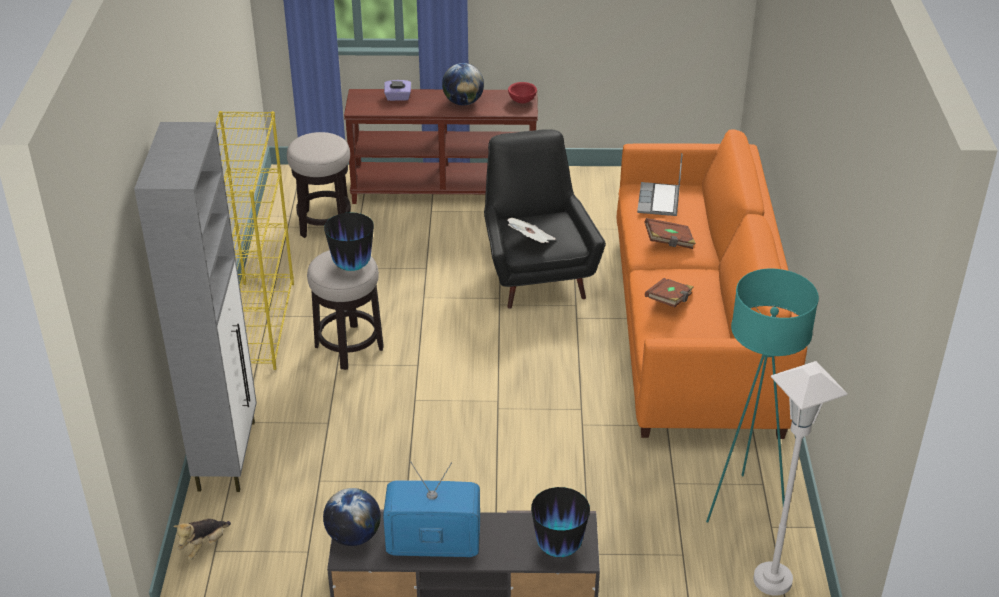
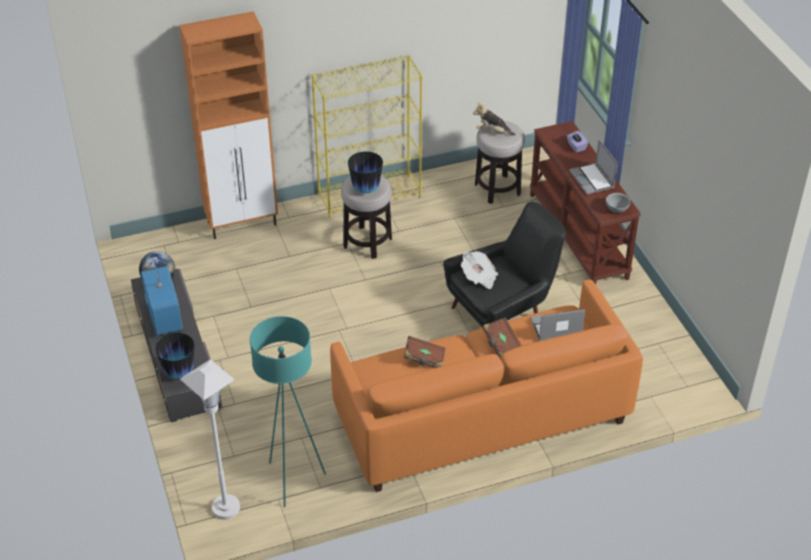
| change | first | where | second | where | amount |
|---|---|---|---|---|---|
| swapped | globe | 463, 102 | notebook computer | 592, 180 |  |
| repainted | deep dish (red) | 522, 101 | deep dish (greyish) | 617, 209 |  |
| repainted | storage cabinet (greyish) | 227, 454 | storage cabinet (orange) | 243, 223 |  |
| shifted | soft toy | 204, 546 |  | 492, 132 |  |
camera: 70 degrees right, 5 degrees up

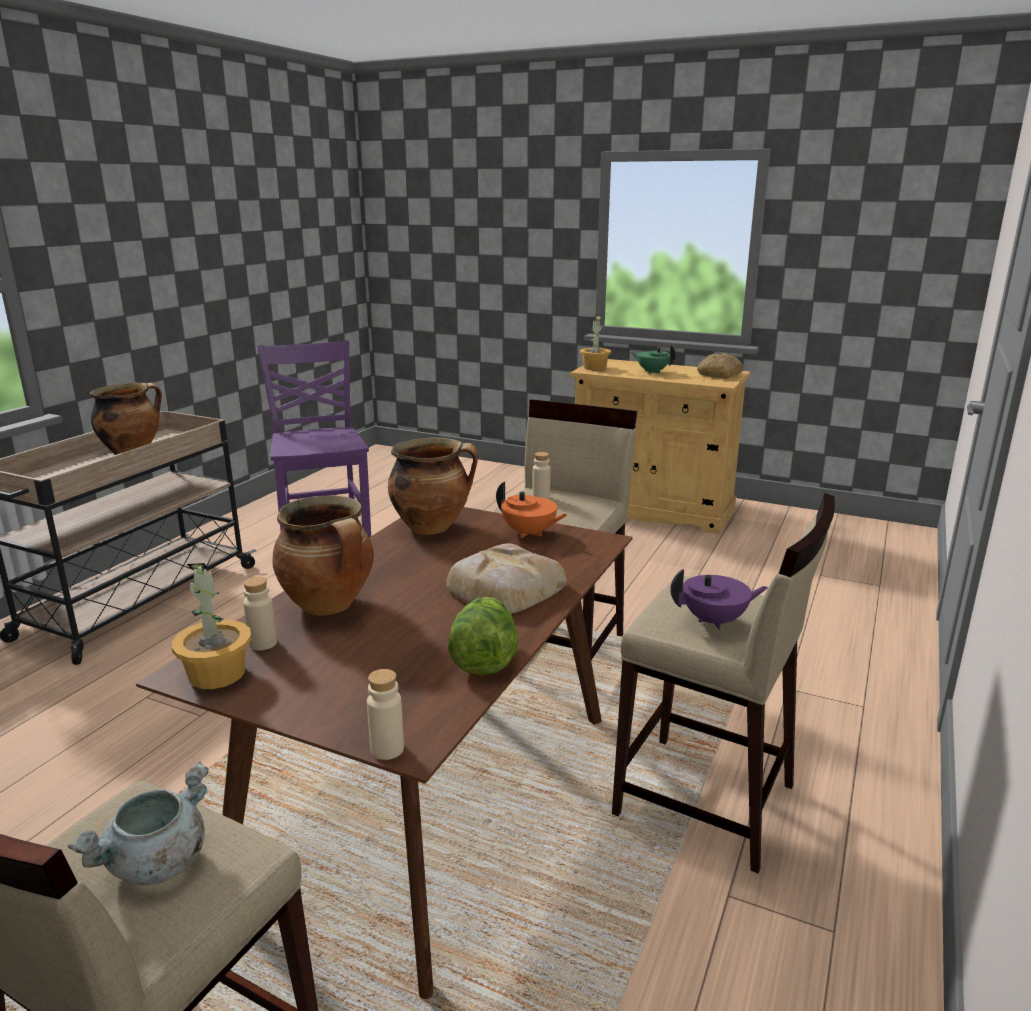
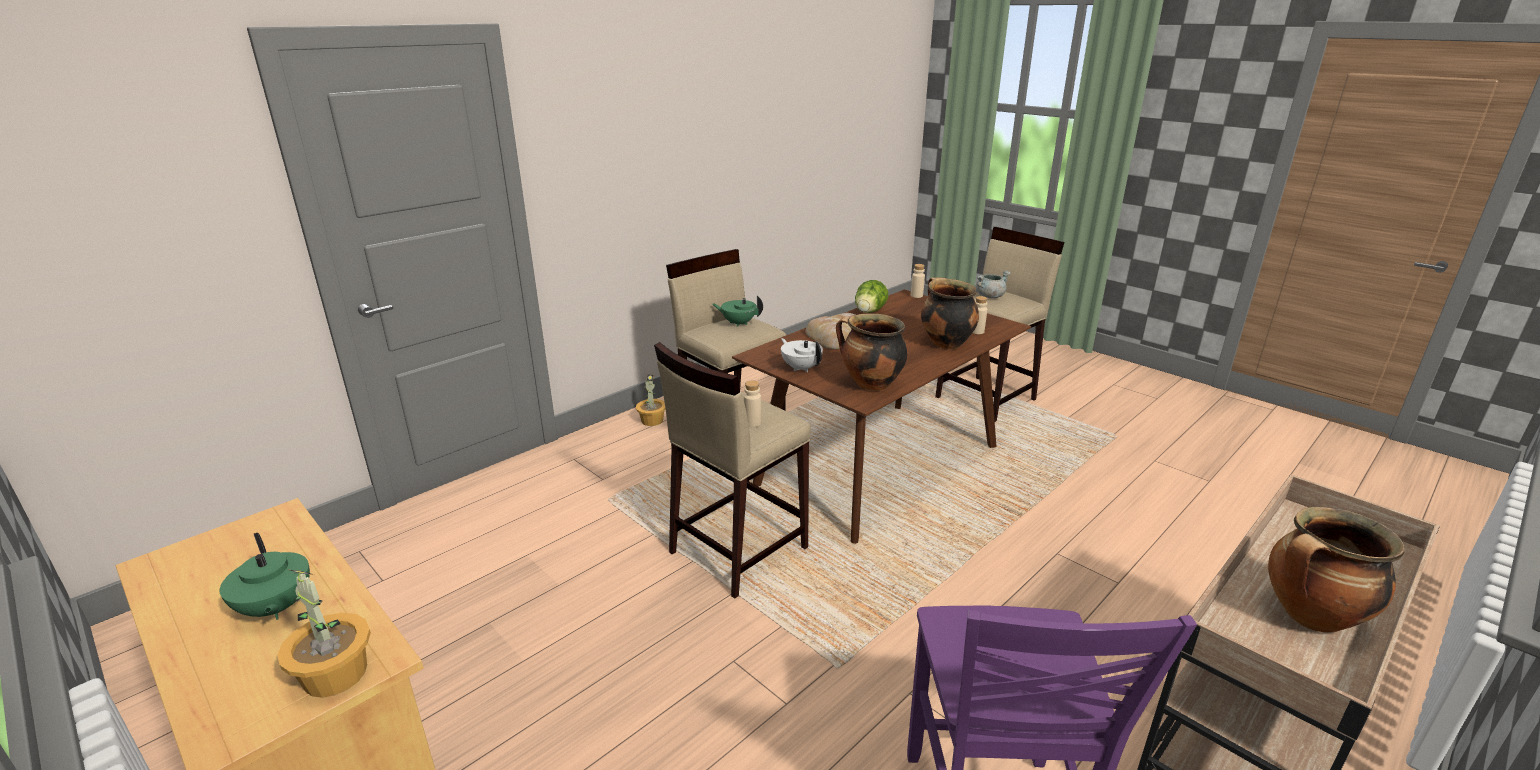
| change | first | where | second | where | amount |
|---|---|---|---|---|---|
| gone | bread | 719, 374 |  |  |  |
| repainted | tea pot (orange) | 529, 533 | tea pot (white) | 801, 368 |  |
| shifted | plant in a pot | 217, 674 |  | 652, 420 |  |
| repainted | tea pot (purple) | 715, 621 | tea pot (green-coloured) | 738, 323 |  |
camera: 160 degrees left, 5 degrees up

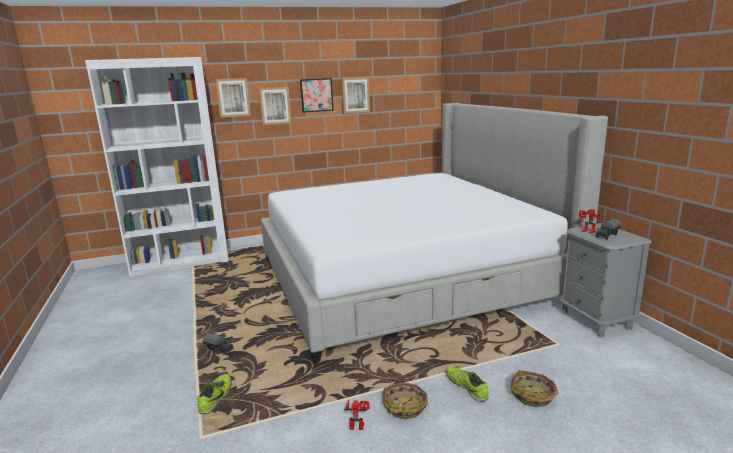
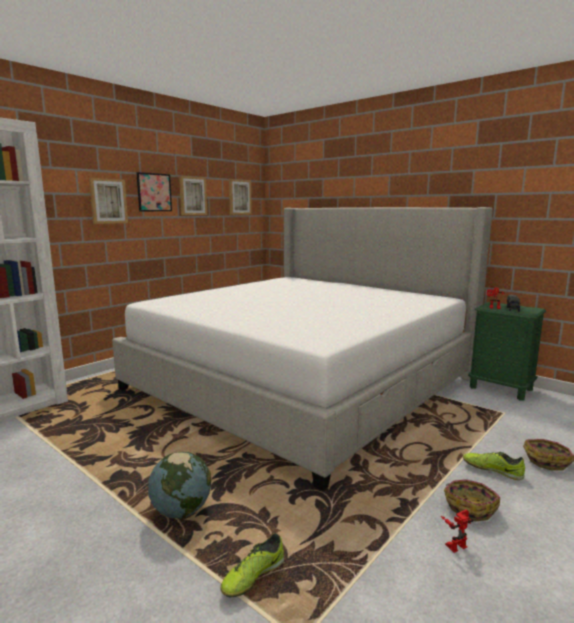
| change | first | where | second | where | amount |
|---|---|---|---|---|---|
| shifted | wall art | 233, 97 |  | 239, 197 |  |
| repainted | bedside table (greyish) | 596, 320 | bedside table (green-coloured) | 501, 388 |  |
| swapped | toy lorry | 219, 349 | globe | 181, 511 |  |
| rotated | item of footwear | 216, 397 |  | 253, 576 | 120 degrees counterclockwise |
camera: 30 degrees left, 5 degrees down

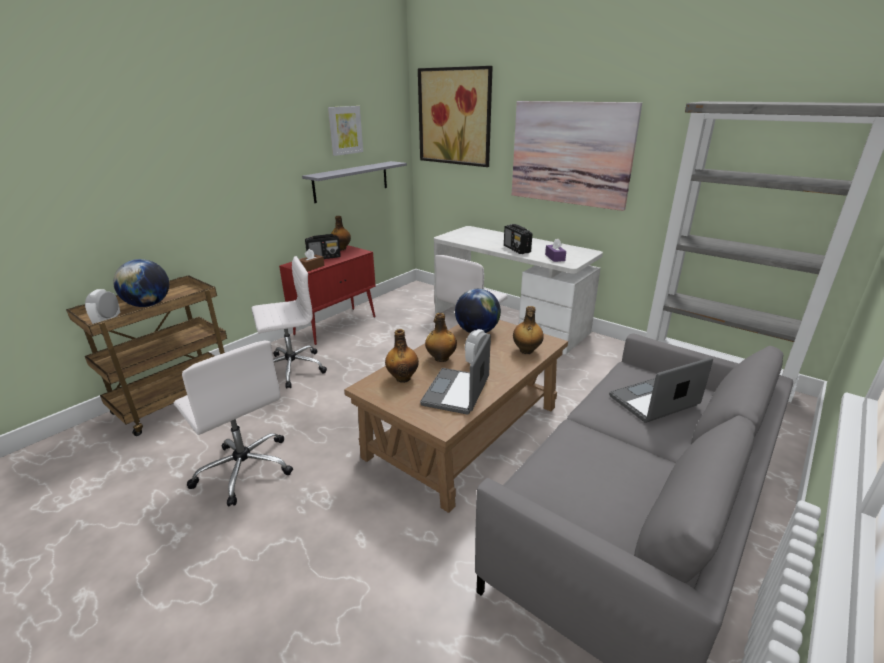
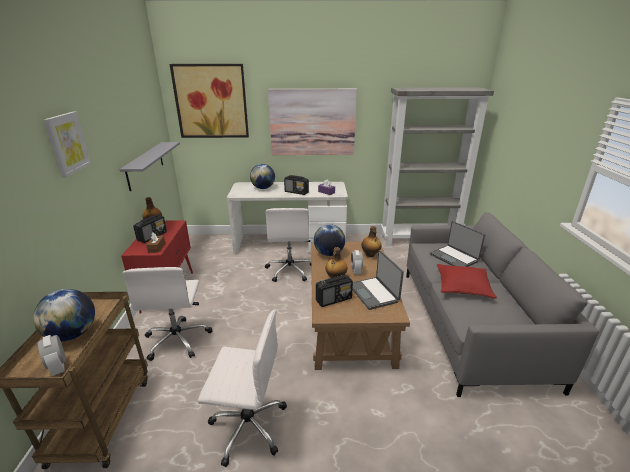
| change | first | where | second | where | amount |
|---|---|---|---|---|---|
| shifted | wall art | 345, 130 |  | 67, 143 |  |
| rotated | computer chair (white) | 291, 368 |  | 178, 339 | 150 degrees clockwise |
| swapped | drink bottle | 403, 378 | radio set | 334, 299 |  |
| rotated | notebook computer | 654, 402 |  | 454, 257 | 60 degrees counterclockwise |
| new |  |  | globe | 263, 188 |  |
| new |  |  | cushion (red) | 463, 286 |  |
camera: 40 degrees left, 0 degrees up

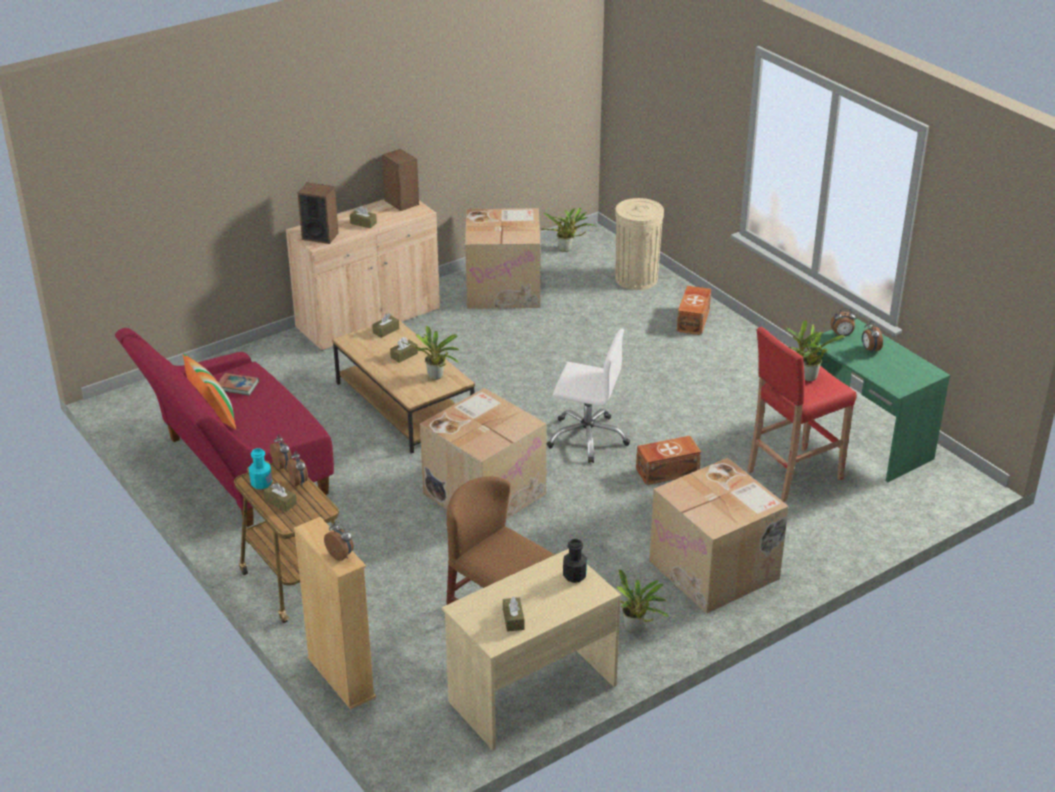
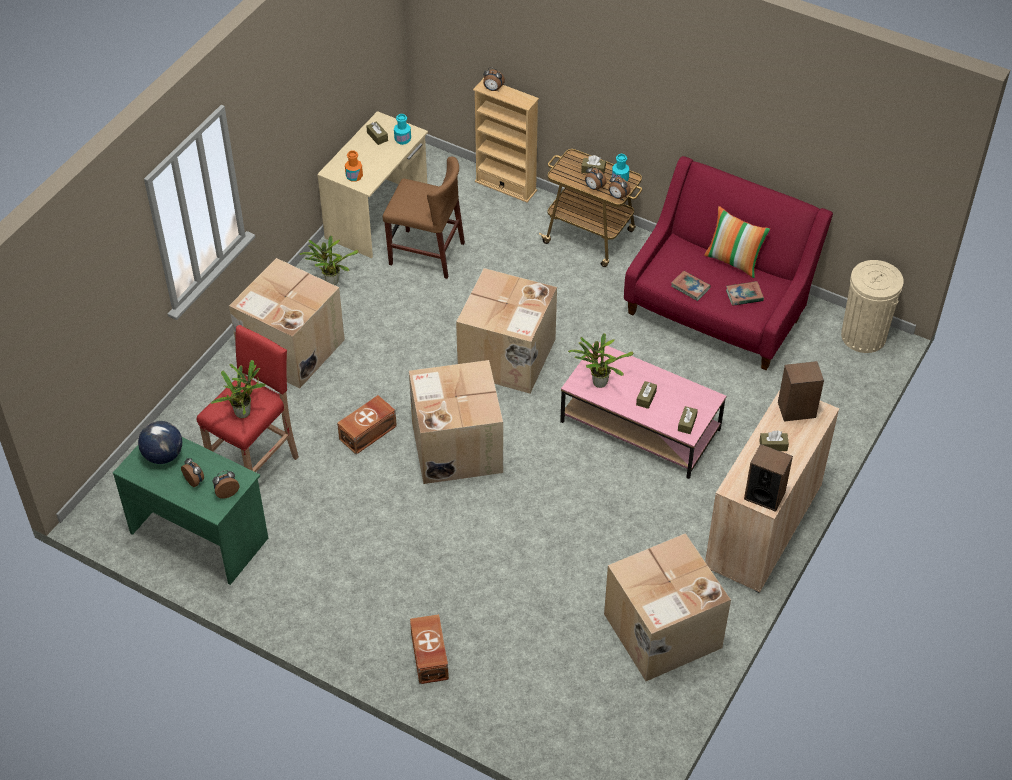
| change | first | where | second | where | amount |
|---|---|---|---|---|---|
| shifted | waste bin (beige-coloured) | 636, 279 |  | 863, 336 |  |
| gone | plant in a pot | 566, 250 |  |  |  |
| repainted | coffee table (brown) | 404, 405 | coffee table (pink-coloured) | 640, 425 |  |
| swapped | computer chair (white) | 587, 438 | packing box | 455, 446 |  |
| repainted | drink bottle (black-coloured) | 574, 576 | drink bottle (orange) | 354, 176 |  |
| new |  |  | drink bottle (blue-green) | 402, 139 |  |
| new |  |  | book | 690, 287 |  |
| new |  |  | globe | 163, 455 |  |
camera: 155 degrees right, 15 degrees up

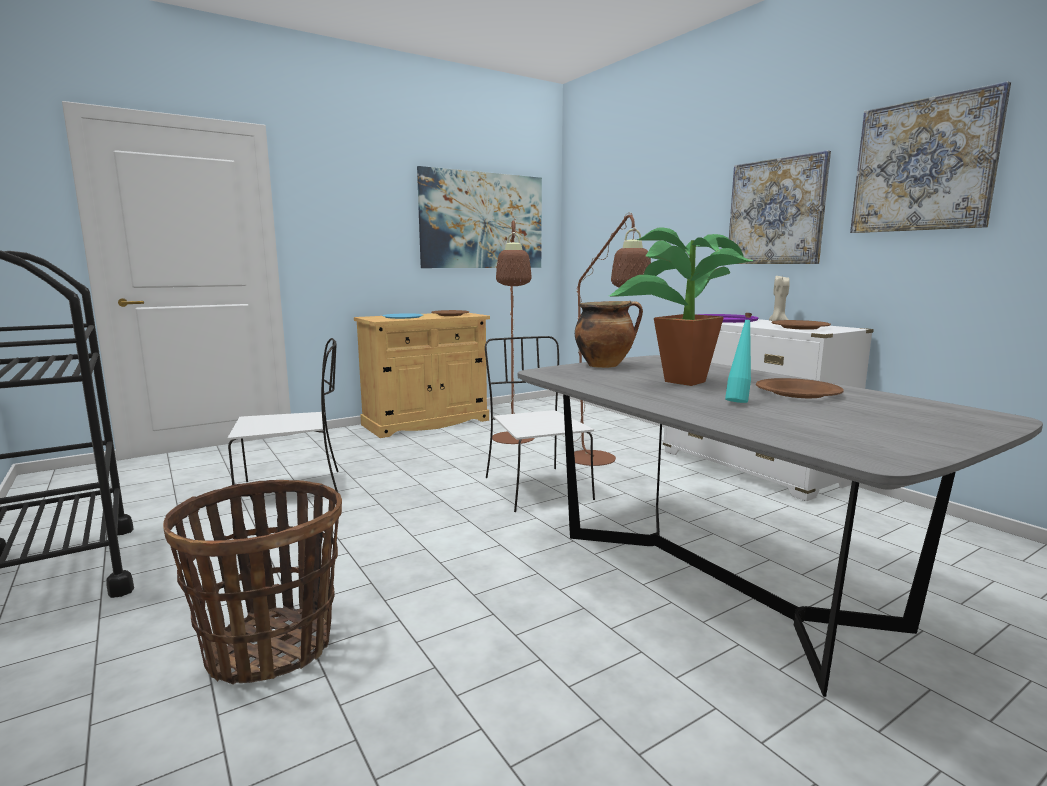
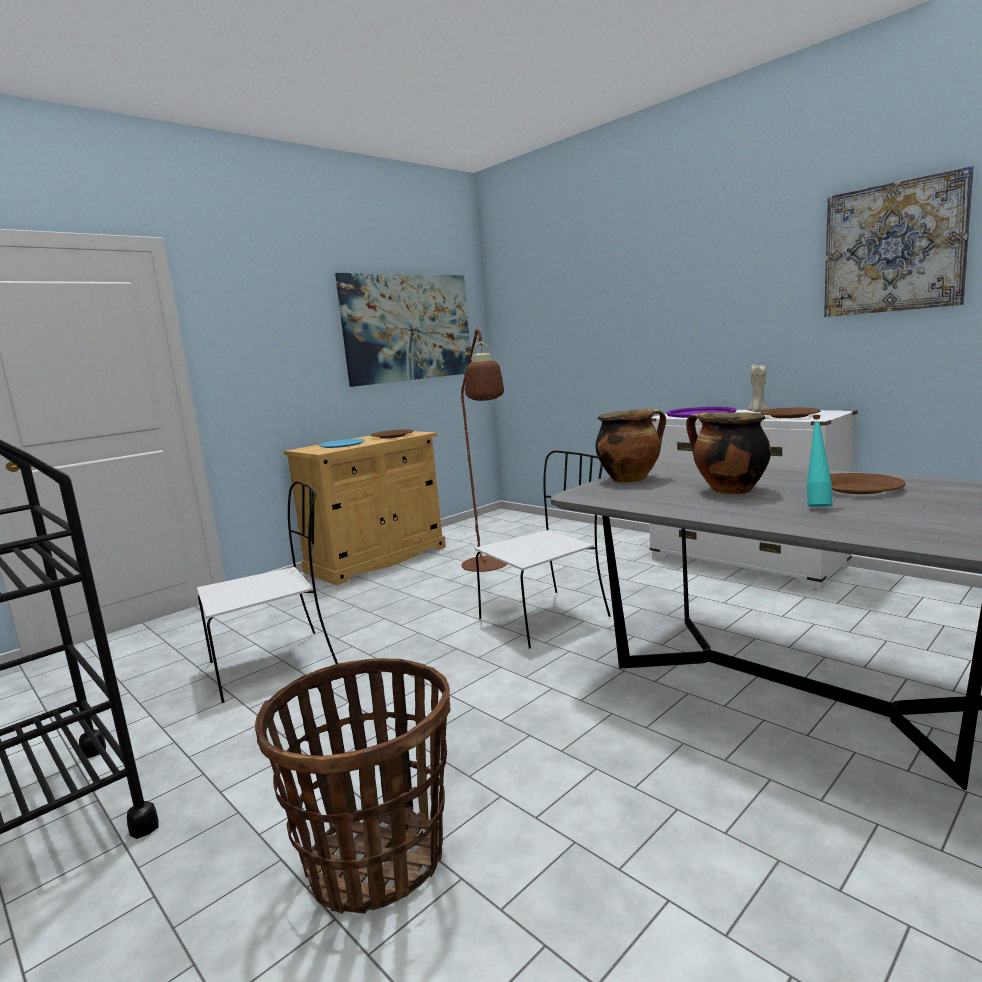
| change | first | where | second | where | amount |
|---|---|---|---|---|---|
| gone | wall art | 776, 212 |  |  |  |
| gone | standard lamp (brown) | 597, 462 |  |  |  |
| swapped | plant in a pot | 677, 382 | saucepot | 728, 490 |  |
| rotated | upright chair (white) | 535, 488 |  | 546, 617 | 90 degrees clockwise |
camera: 10 degrees left, 0 degrees up

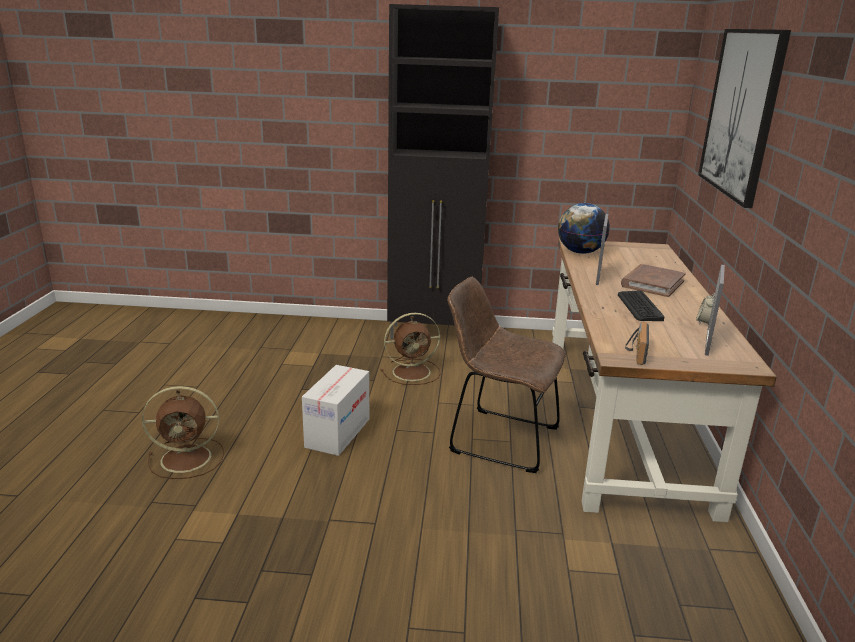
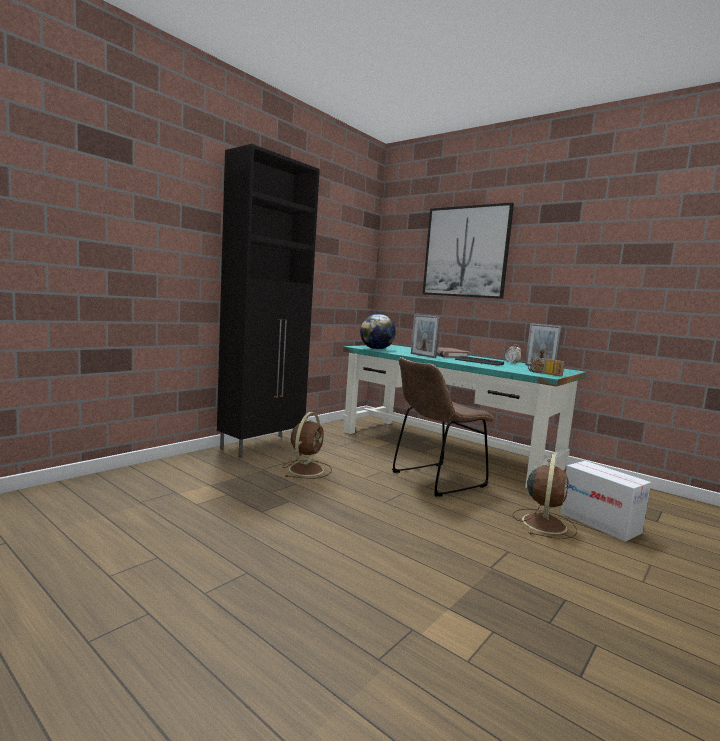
| change | first | where | second | where | amount |
|---|---|---|---|---|---|
| repainted | desk unit (brown) | 622, 418 | desk unit (blue-green) | 447, 449 |  |
| shifted | packing box | 338, 433 |  | 600, 523 |  |
| shifted | fan (brown) | 188, 458 |  | 544, 523 |  |
camera: 55 degrees left, 15 degrees down

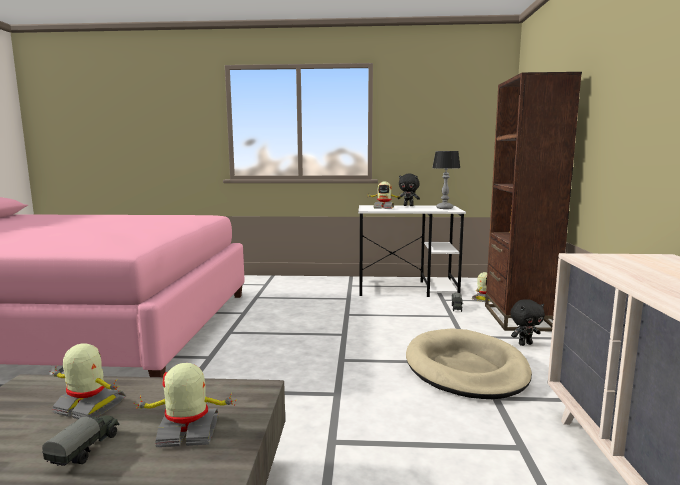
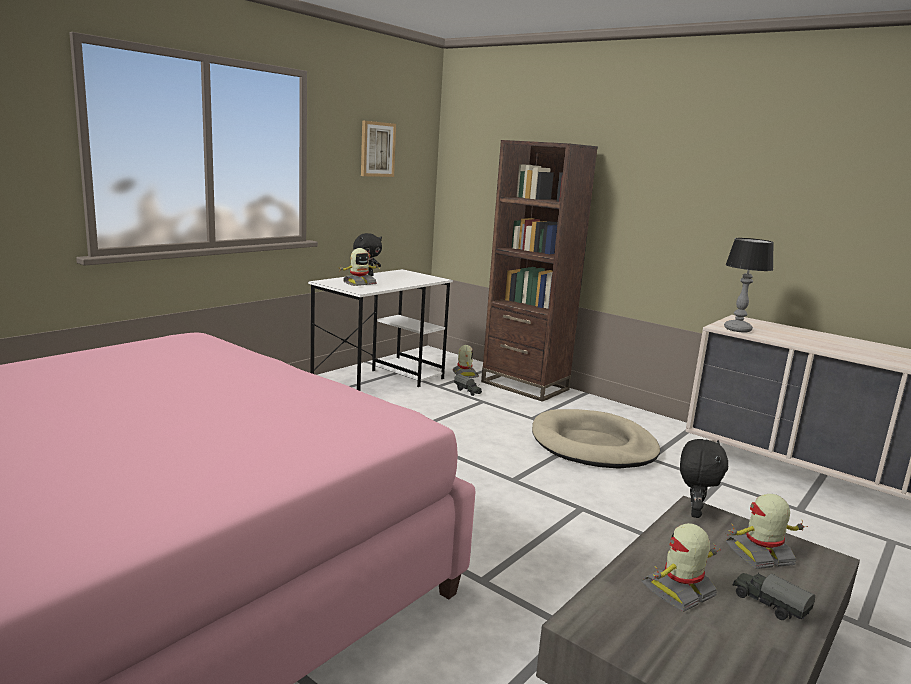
| change | first | where | second | where | amount |
|---|---|---|---|---|---|
| shifted | tabletop lamp | 444, 208 |  | 738, 329 |  |
| shifted | soft toy (black-coloured) | 525, 344 |  | 693, 512 |  |
| rotated | model robot | 188, 433 |  | 760, 556 | 45 degrees clockwise |
| new |  |  | wall art | 377, 149 |  |
camera: 55 degrees left, 5 degrees up

